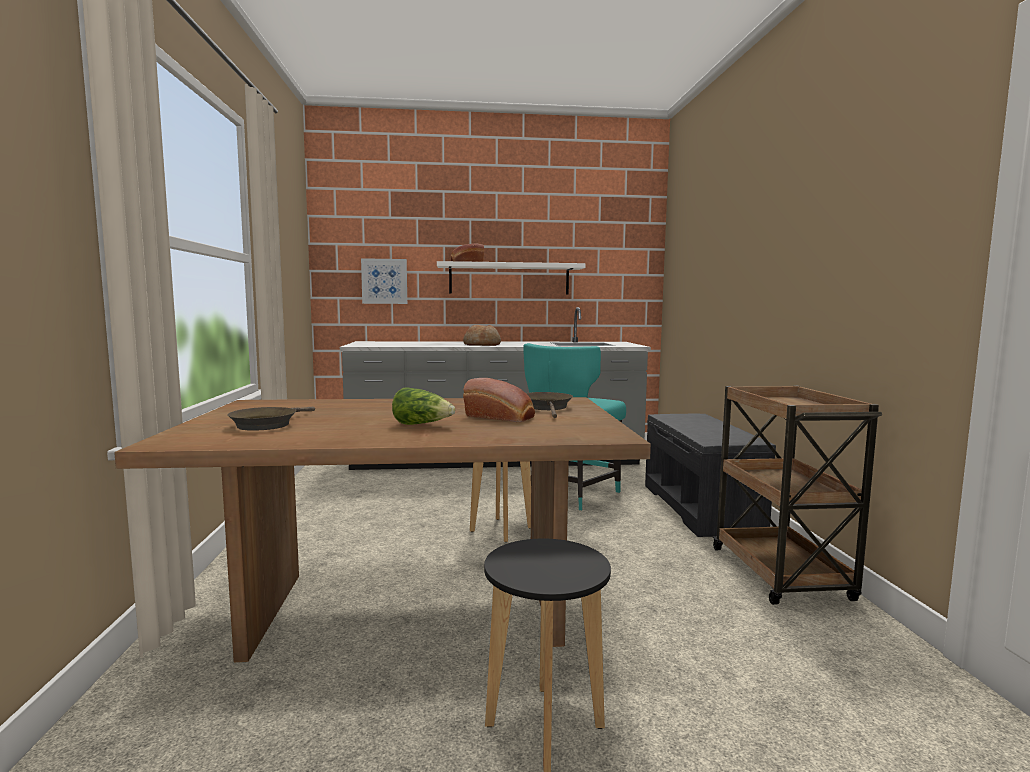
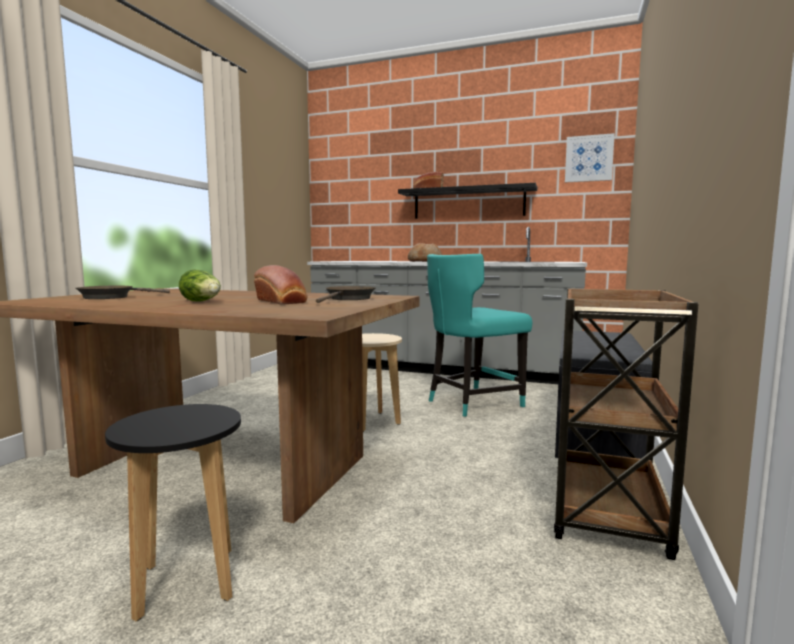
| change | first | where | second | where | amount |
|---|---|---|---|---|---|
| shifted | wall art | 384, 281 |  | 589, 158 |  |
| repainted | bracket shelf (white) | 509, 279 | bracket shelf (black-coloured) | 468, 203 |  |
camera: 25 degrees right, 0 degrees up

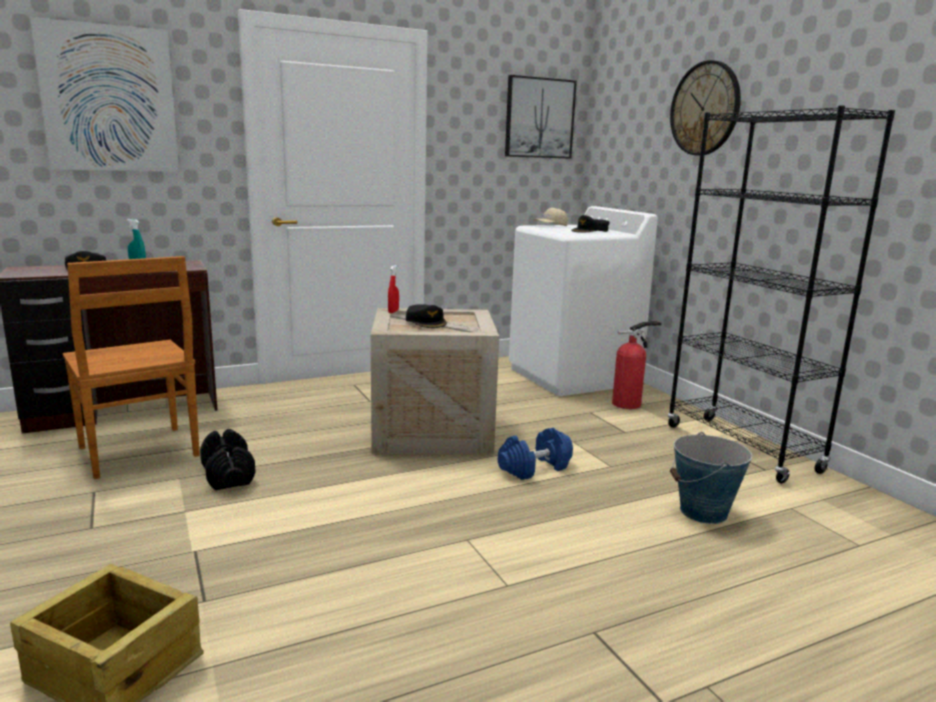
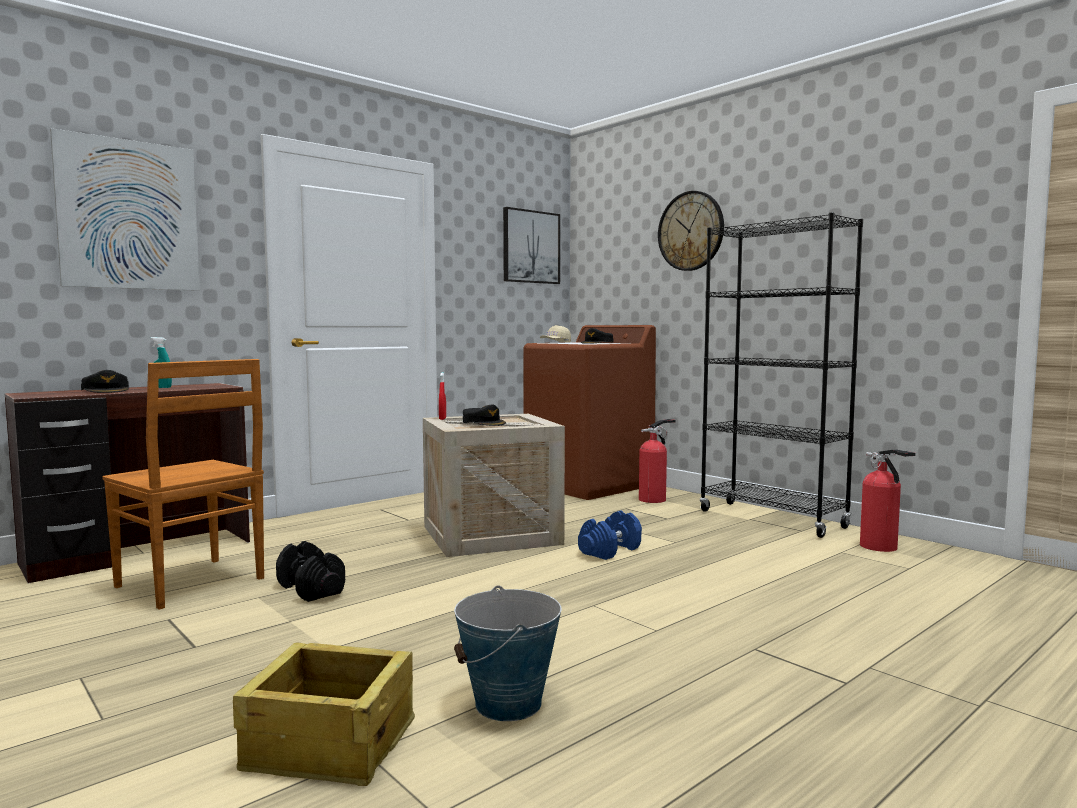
| change | first | where | second | where | amount |
|---|---|---|---|---|---|
| repainted | laundry appliance (white) | 573, 376 | laundry appliance (brown) | 588, 485 |  |
| shifted | bucket | 703, 512 |  | 508, 704 |  |
| new |  |  | fire extinguisher | 881, 548 |  |
camera: 15 degrees left, 10 degrees down

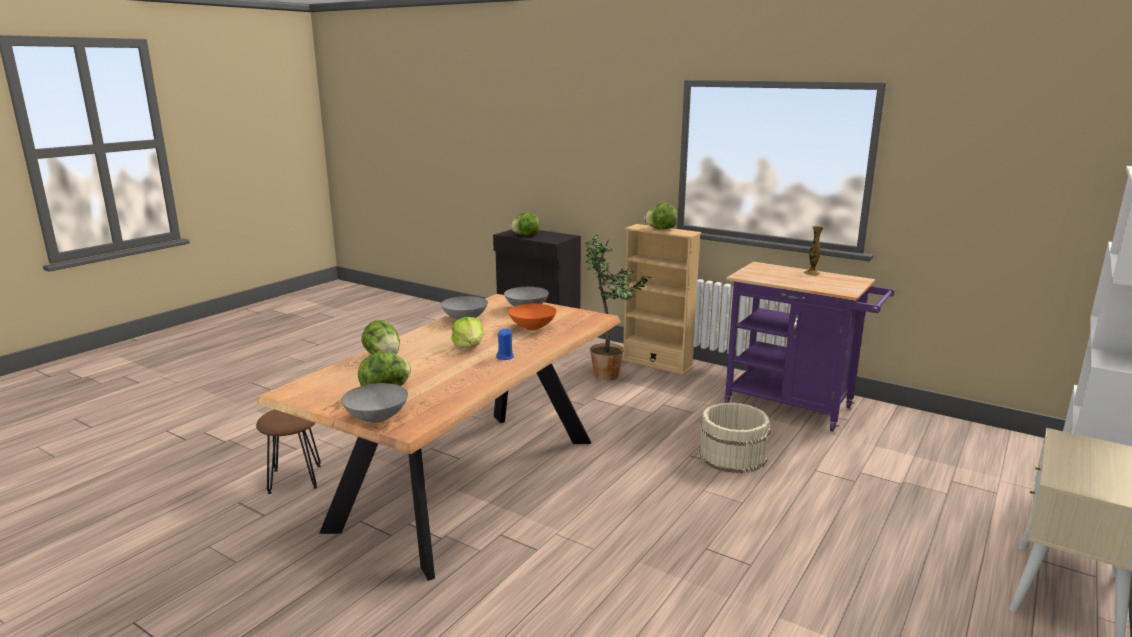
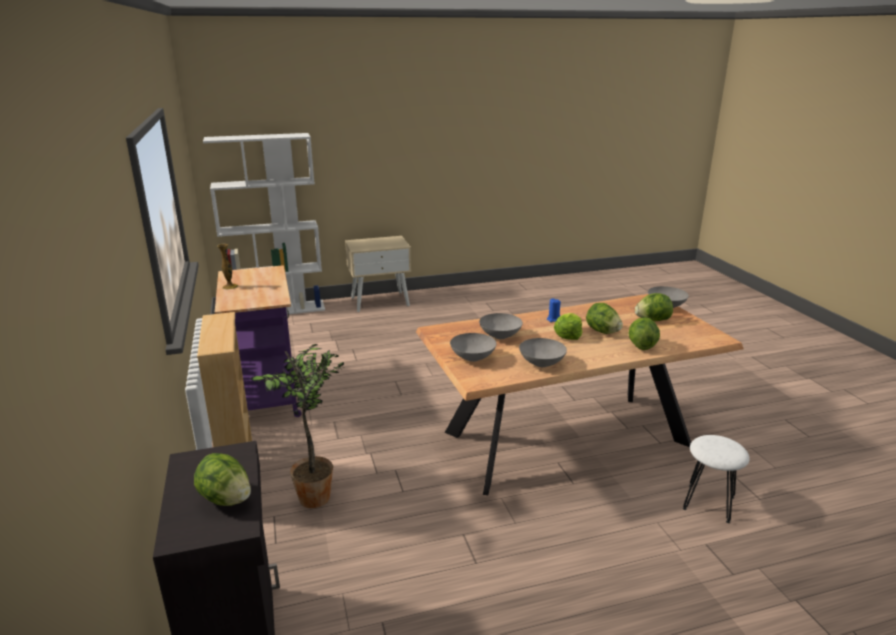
| change | first | where | second | where | amount |
|---|---|---|---|---|---|
| shifted | lettuce | 660, 229 |  | 602, 331 |  |
| repainted | deep dish (orange) | 532, 328 | deep dish (greyish) | 500, 336 |  |
| gone | bucket (beige-coloured) | 731, 455 |  |  |  |
| repainted | stool (brown) | 295, 478 | stool (white) | 708, 503 |  |
camera: 140 degrees left, 5 degrees up

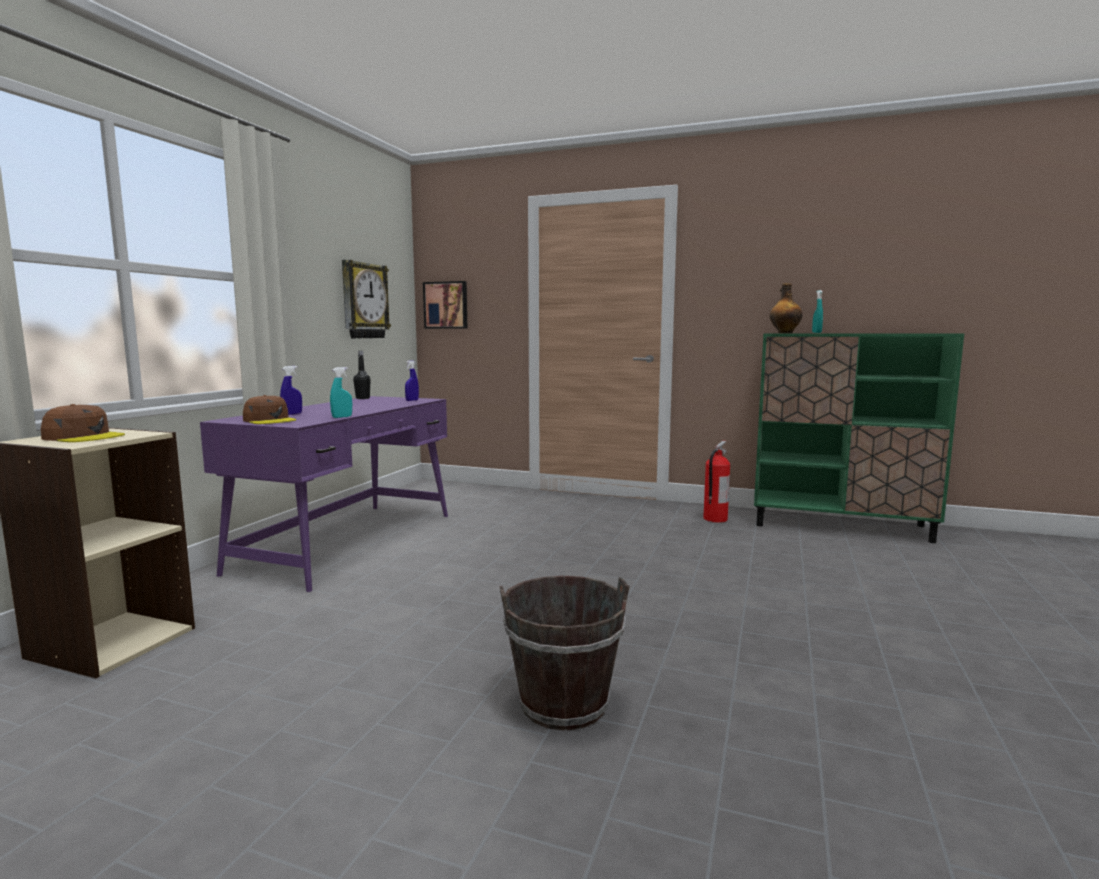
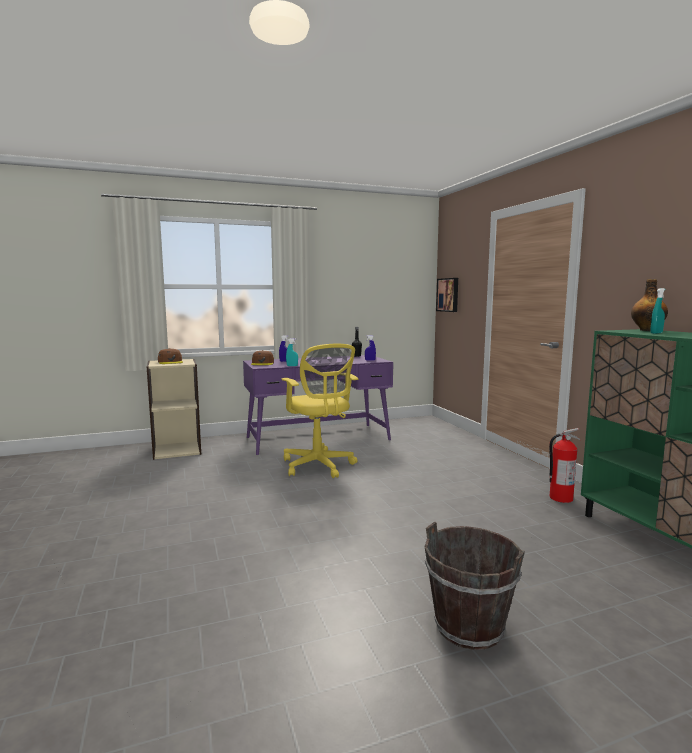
| change | first | where | second | where | amount |
|---|---|---|---|---|---|
| gone | clock on the wall | 364, 301 |  |  |  |
| shifted | bucket (brown) | 564, 704 |  | 469, 626 |  |
| new |  |  | computer chair (yellow-coloured) | 319, 466 |  |
camera: 50 degrees right, 0 degrees up

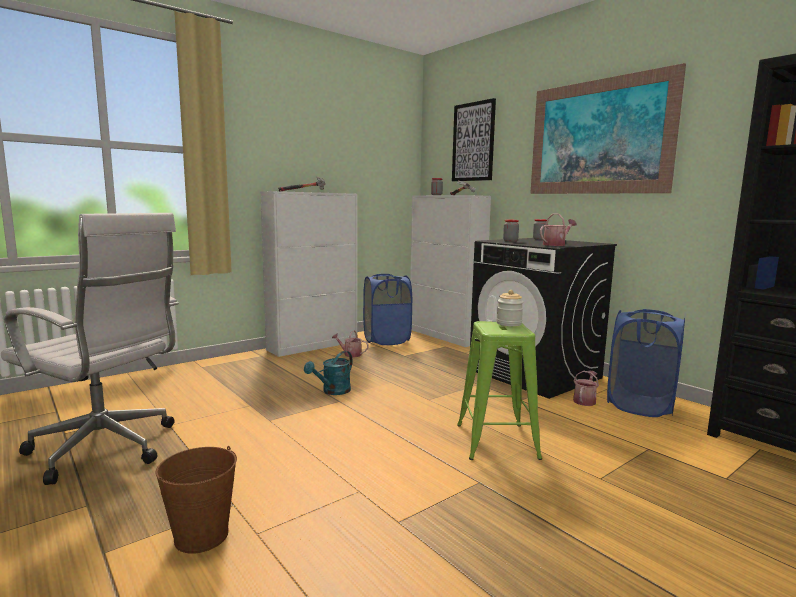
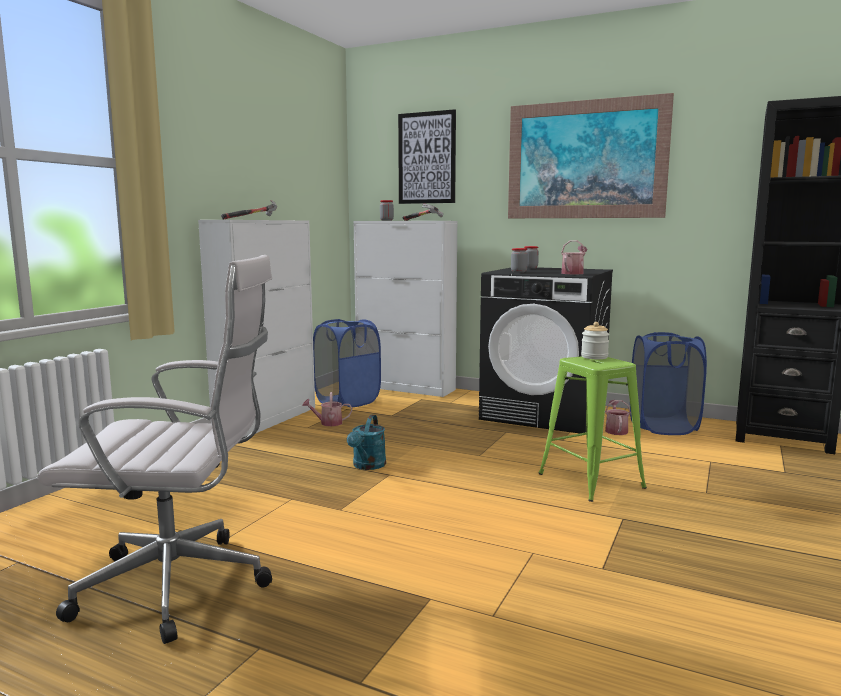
| change | first | where | second | where | amount |
|---|---|---|---|---|---|
| gone | bucket (brown) | 201, 536 |  |  |  |
camera: 25 degrees left, 0 degrees up

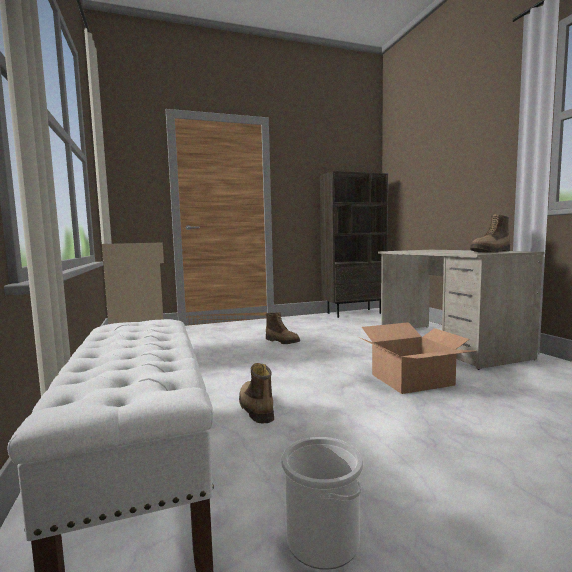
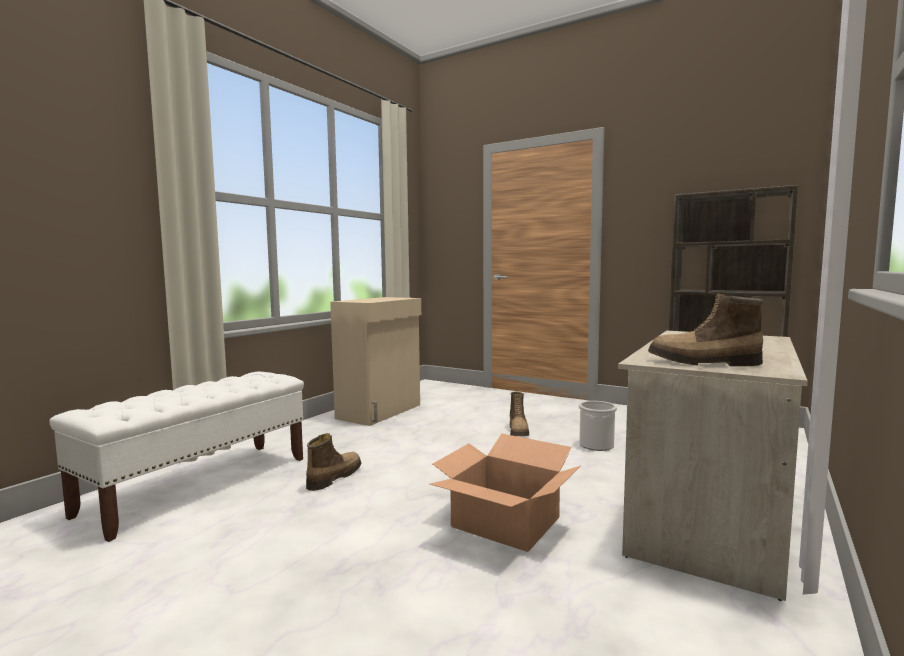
| change | first | where | second | where | amount |
|---|---|---|---|---|---|
| shifted | bucket | 322, 540 |  | 596, 445 |  |
camera: 50 degrees right, 0 degrees up

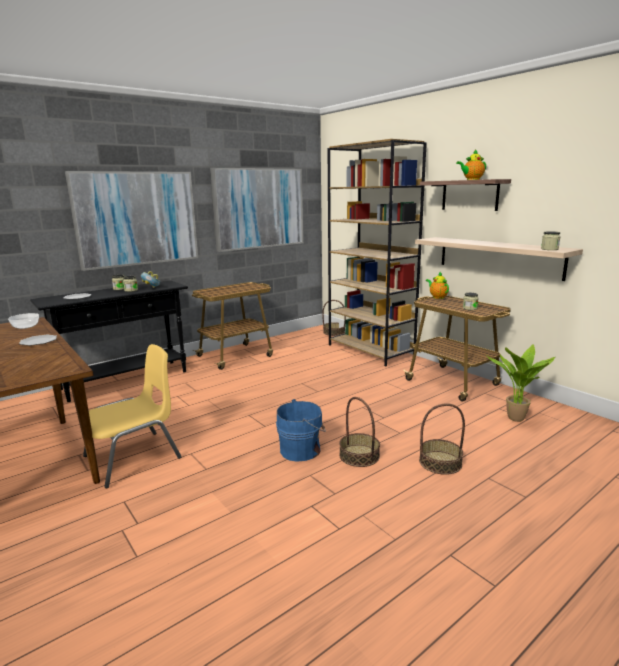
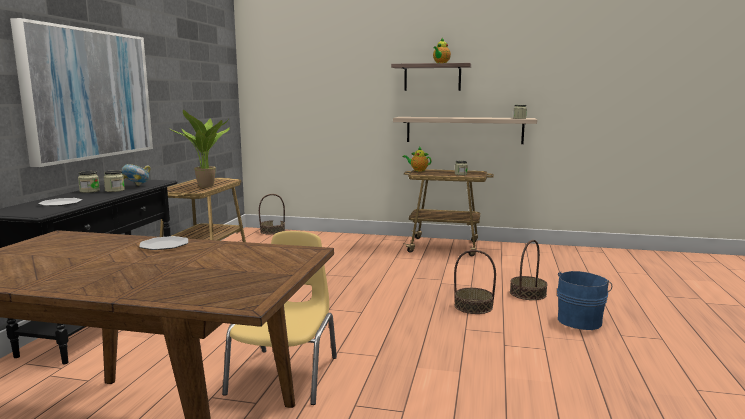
| change | first | where | second | where | amount |
|---|---|---|---|---|---|
| gone | bookshelf (brown) | 371, 350 |  |  |  |
| gone | wall art | 258, 208 |  |  |  |
| gone | deep dish | 26, 326 |  |  |  |
| shifted | plant in a pot | 517, 420 |  | 208, 187 |  |
| shifted | bucket (blue) | 302, 449 |  | 580, 320 |  |
camera: 40 degrees left, 5 degrees down

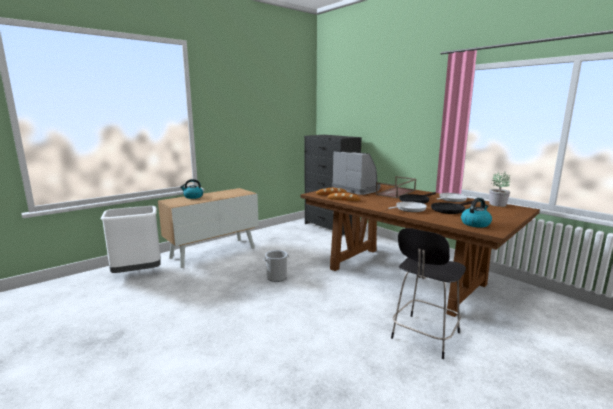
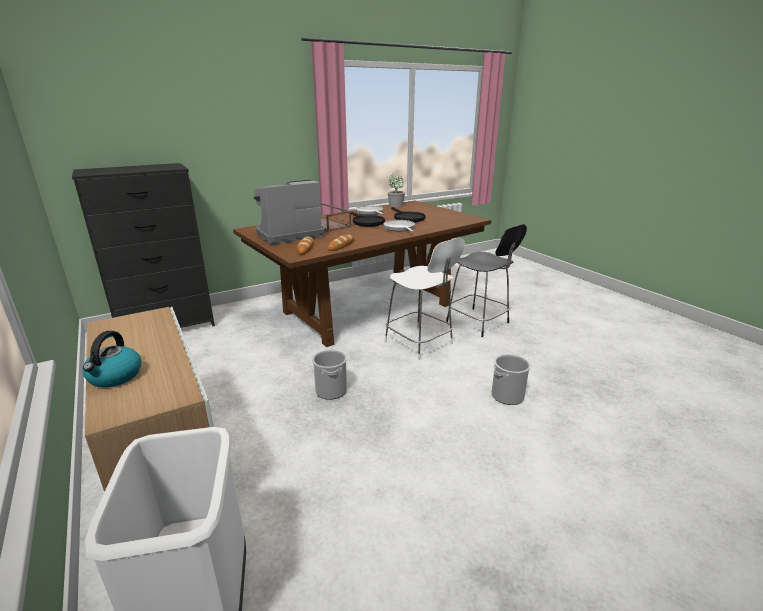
| change | first | where | second | where | amount |
|---|---|---|---|---|---|
| gone | tea kettle | 475, 224 |  |  |  |
| new |  |  | upright chair (white) | 420, 343 |  |
| new |  |  | bucket | 507, 396 |  |
camera: 80 degrees left, 10 degrees up

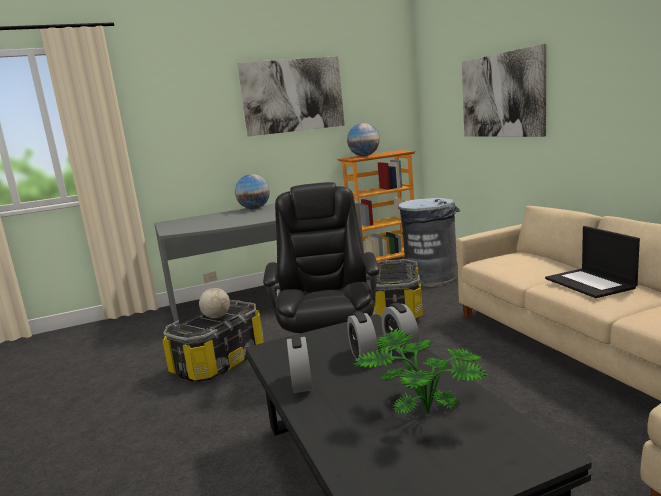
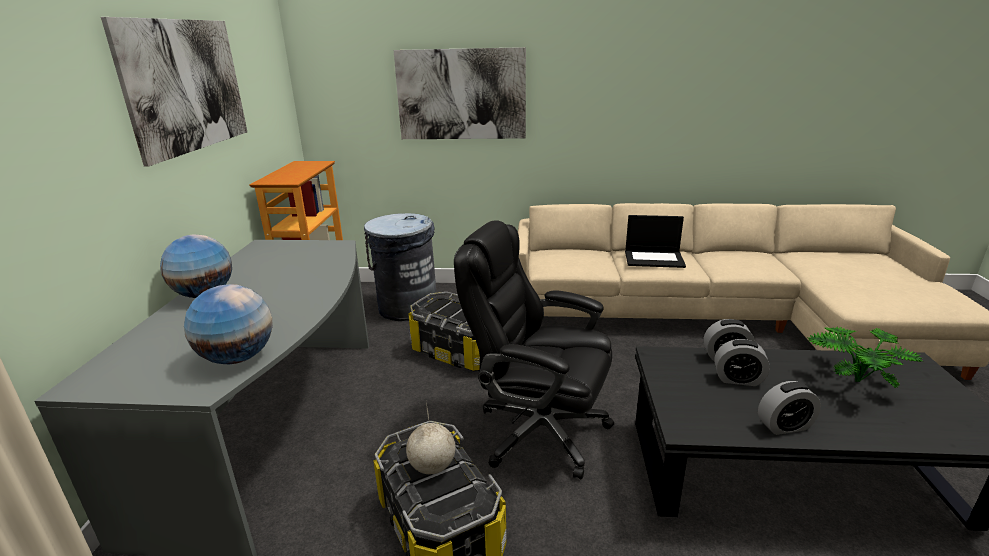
| change | first | where | second | where | amount |
|---|---|---|---|---|---|
| shifted | globe | 364, 156 |  | 237, 357 |  |
| rotated | table clock | 301, 383 |  | 784, 426 | 150 degrees clockwise |
camera: 65 degrees left, 10 degrees up

